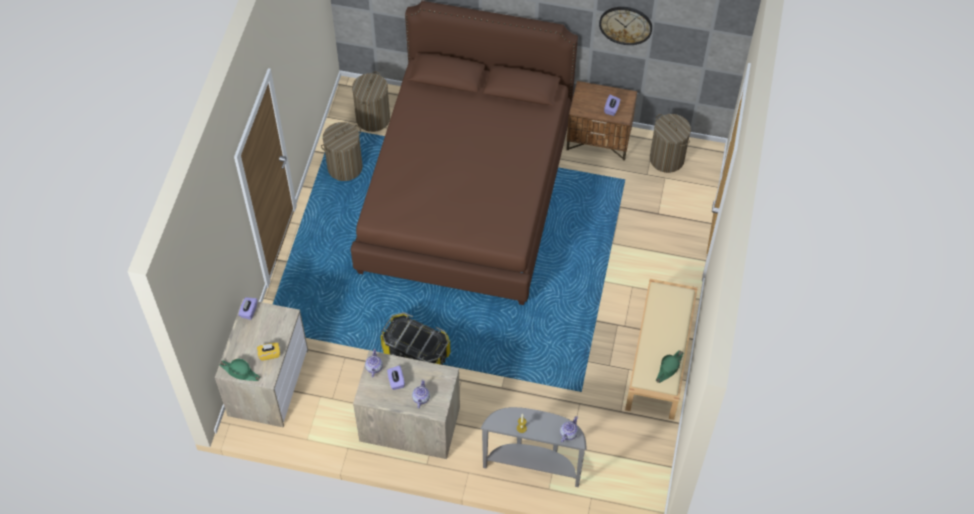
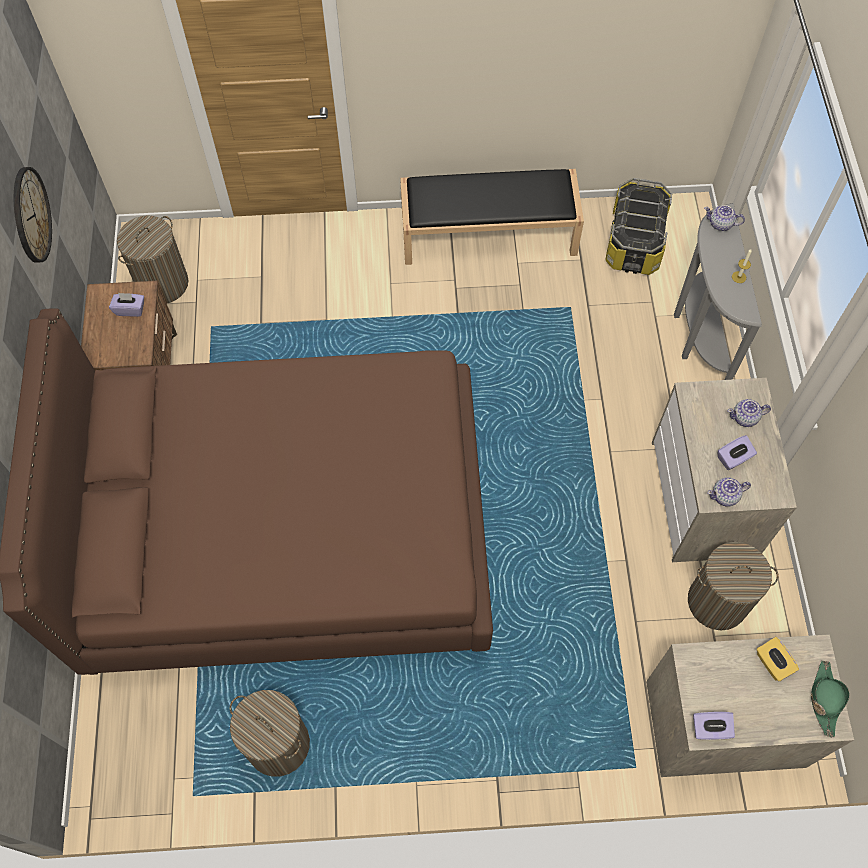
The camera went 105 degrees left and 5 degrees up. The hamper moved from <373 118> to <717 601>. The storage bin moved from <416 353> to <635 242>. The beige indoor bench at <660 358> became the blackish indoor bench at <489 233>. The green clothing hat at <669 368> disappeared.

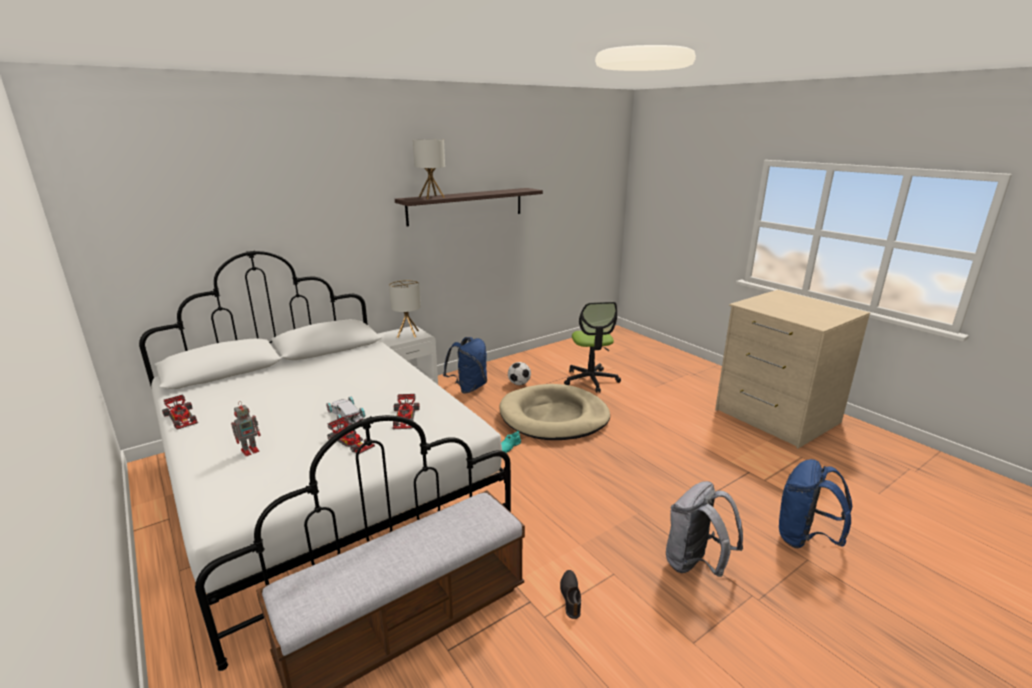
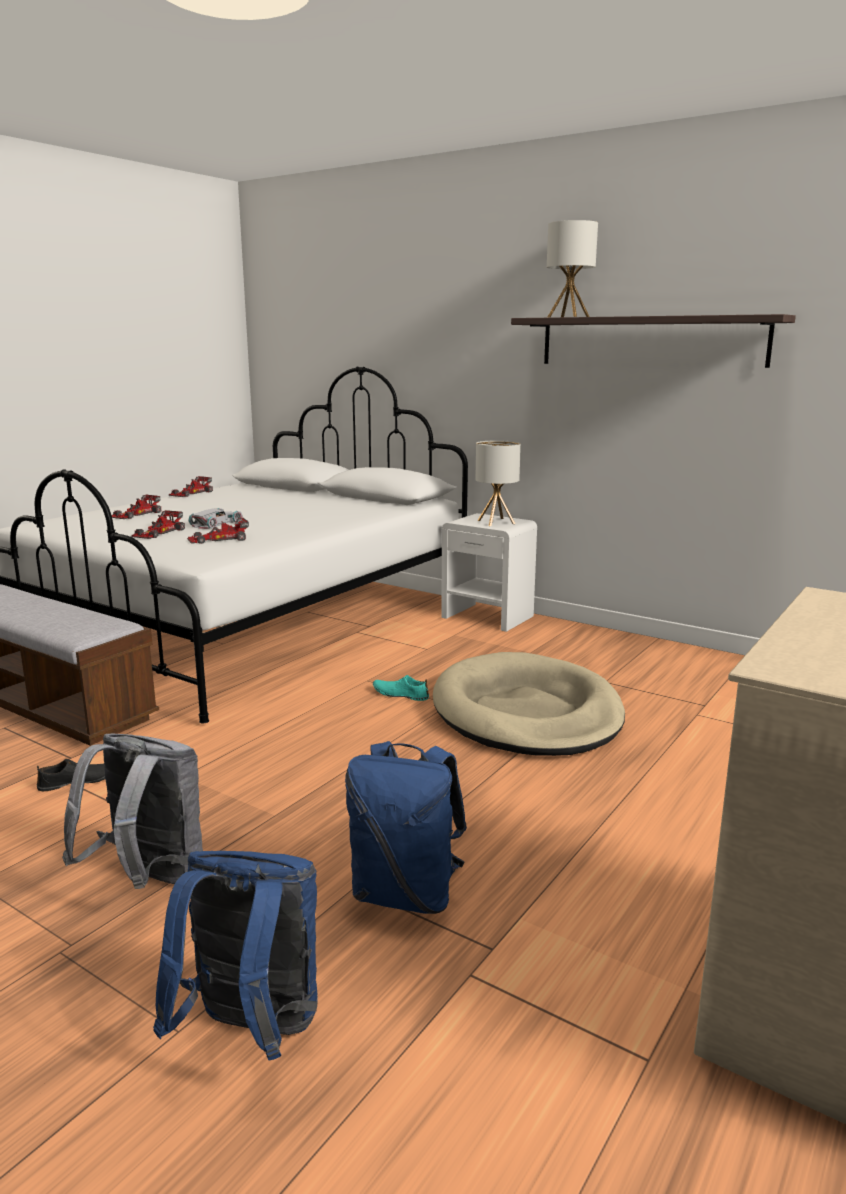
The camera went 70 degrees right and 5 degrees down. The toy robot at <251 450> was replaced by the model car at <136 514>. The blue rucksack moved from <469 387> to <406 894>. The football at <519 384> disappeared. The desk chair at <591 380> disappeared.

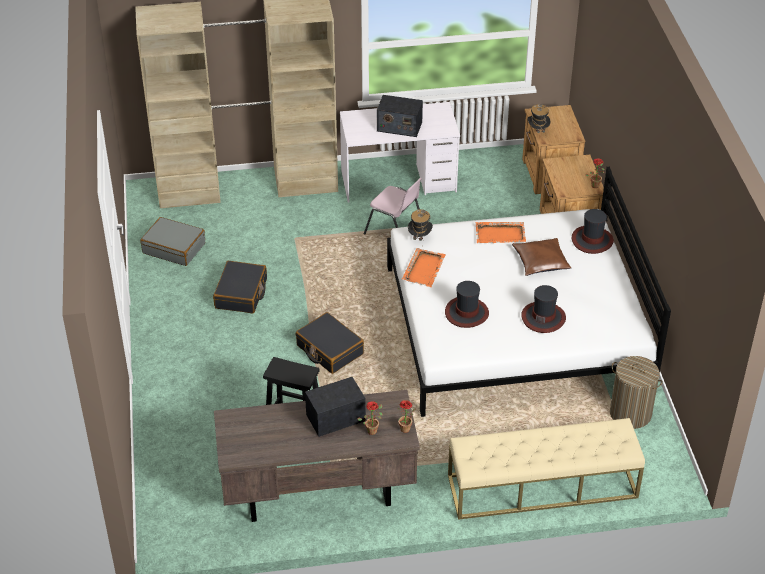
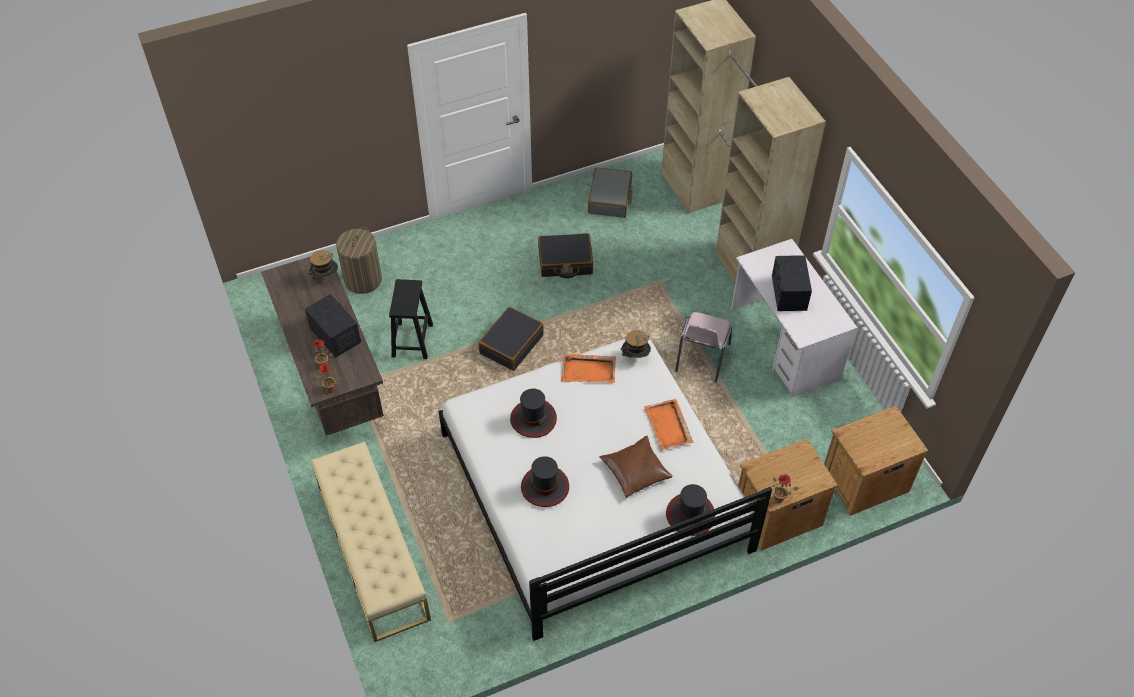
The camera went 75 degrees right and 10 degrees up. The clothing hat moved from <537 132> to <325 278>. The hamper moved from <630 413> to <363 280>.

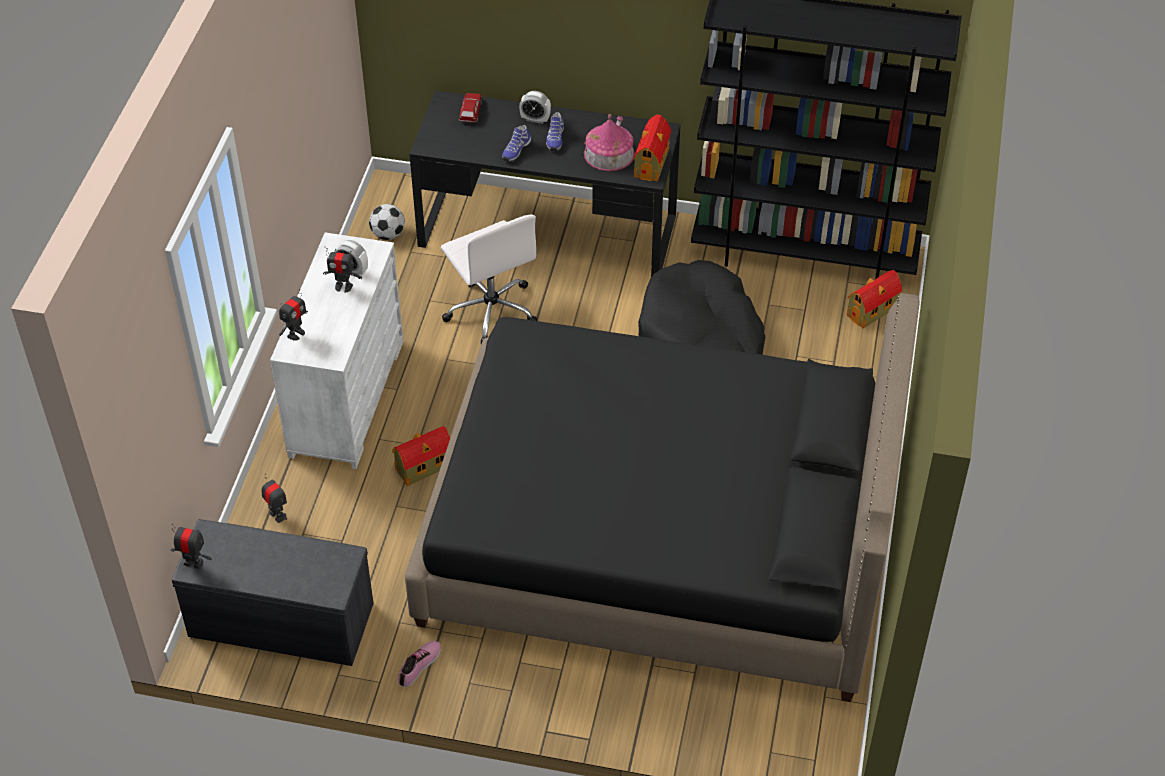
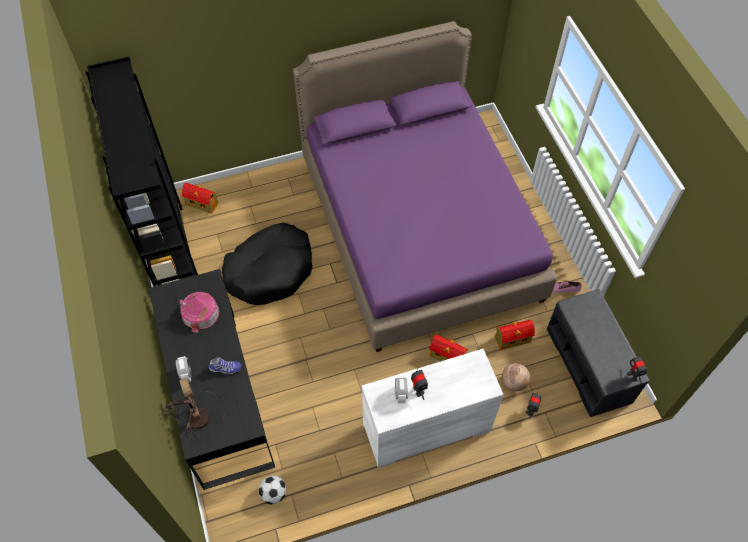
The camera went 120 degrees left and 10 degrees up. The toy robot at <296 334> disappeared. The blackish bedroom bed at <659 539> became the purple-coloured bedroom bed at <418 228>. The white desk chair at <491 310> disappeared. The model car at <470 112> was replaced by the tabletop lamp at <198 420>. The item of footwear at <554 139> disappeared. The miniature house moved from <652 162> to <511 339>. The basketball ball at <513 382> appeared.

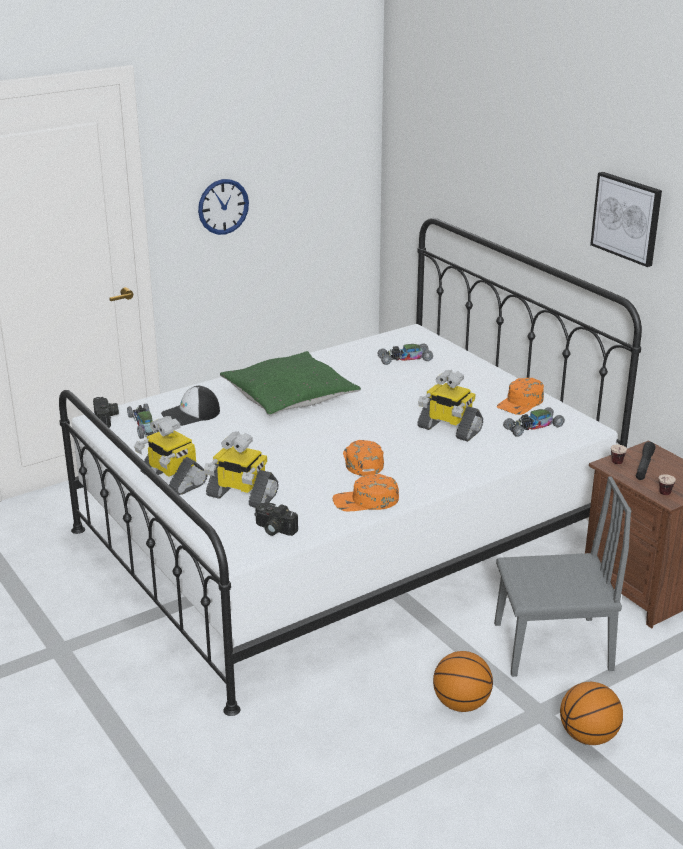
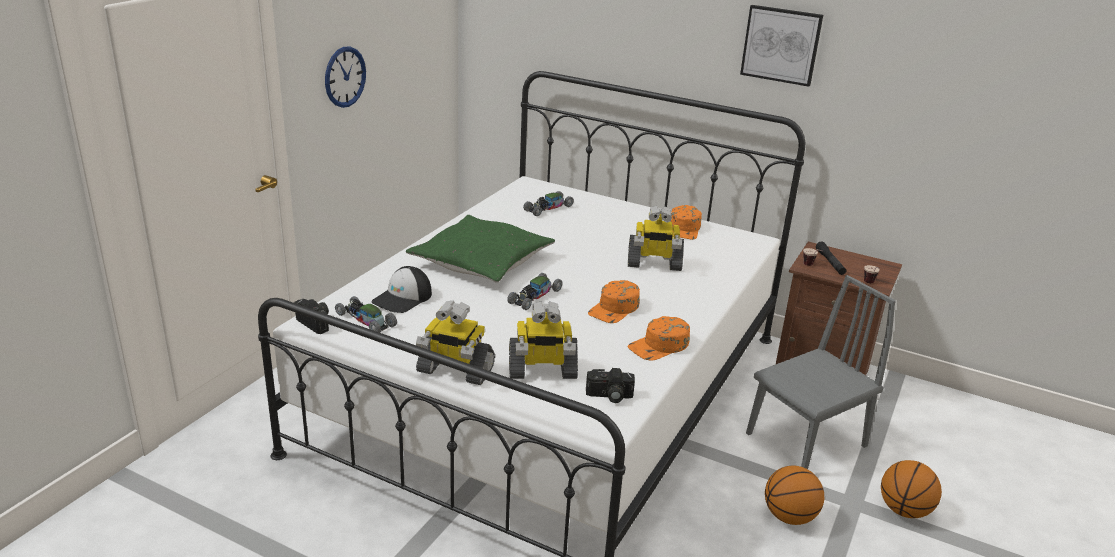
The camera went 30 degrees left and 0 degrees up. The orange-coloured cap at <362 461> turned 105 degrees counterclockwise. The model car moved from <533 427> to <534 296>.

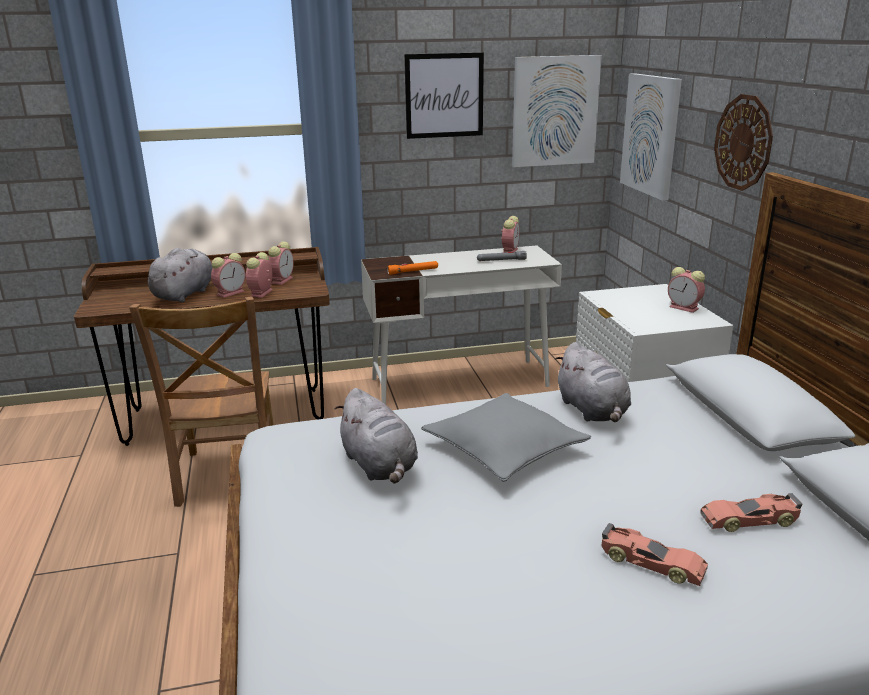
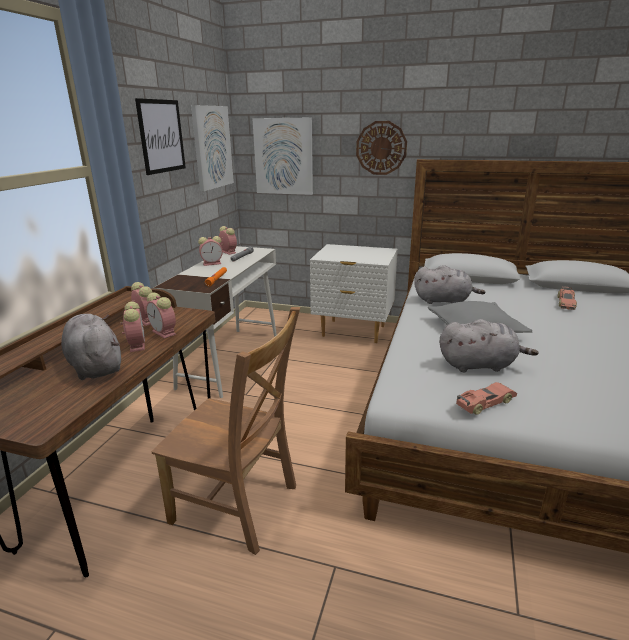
The camera went 60 degrees left and 0 degrees up. The model car moved from <651 563> to <485 403>. The alarm clock moved from <685 308> to <212 263>.

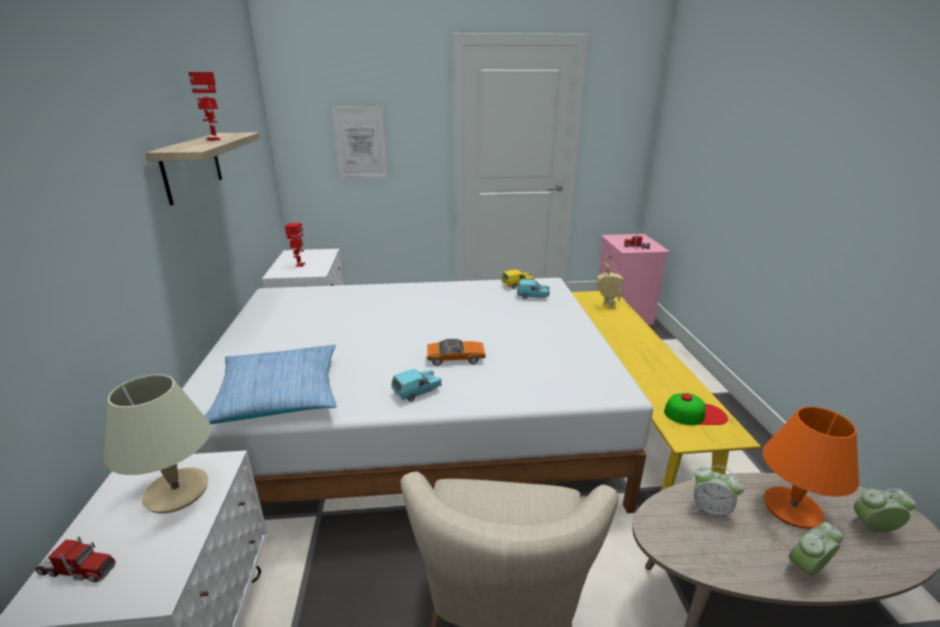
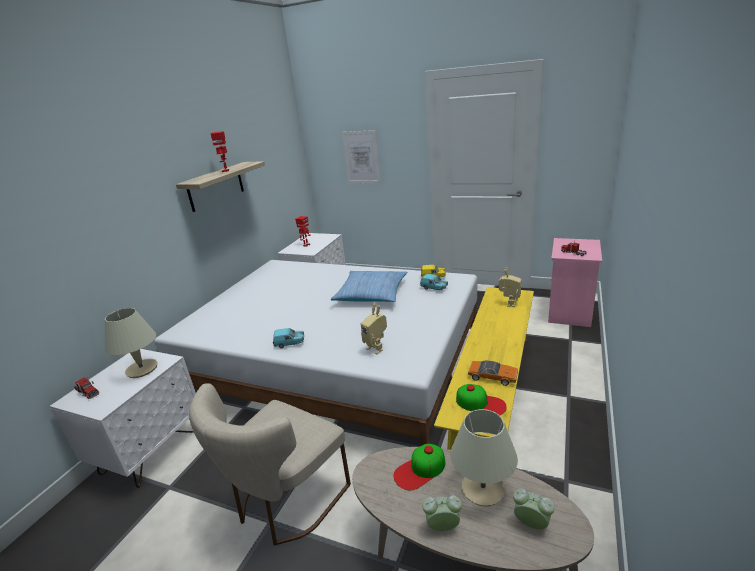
The camera went 30 degrees right and 0 degrees up. The cushion moved from <278 395> to <371 294>. The model car moved from <456 358> to <492 377>. The alarm clock at <710 510> was replaced by the cap at <420 470>. The orange-coloured tabletop lamp at <791 508> became the beige tabletop lamp at <483 489>. The toy robot at <376 348> appeared.

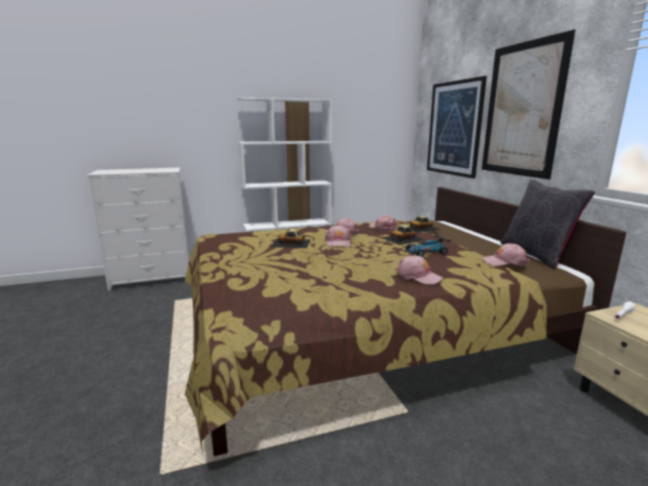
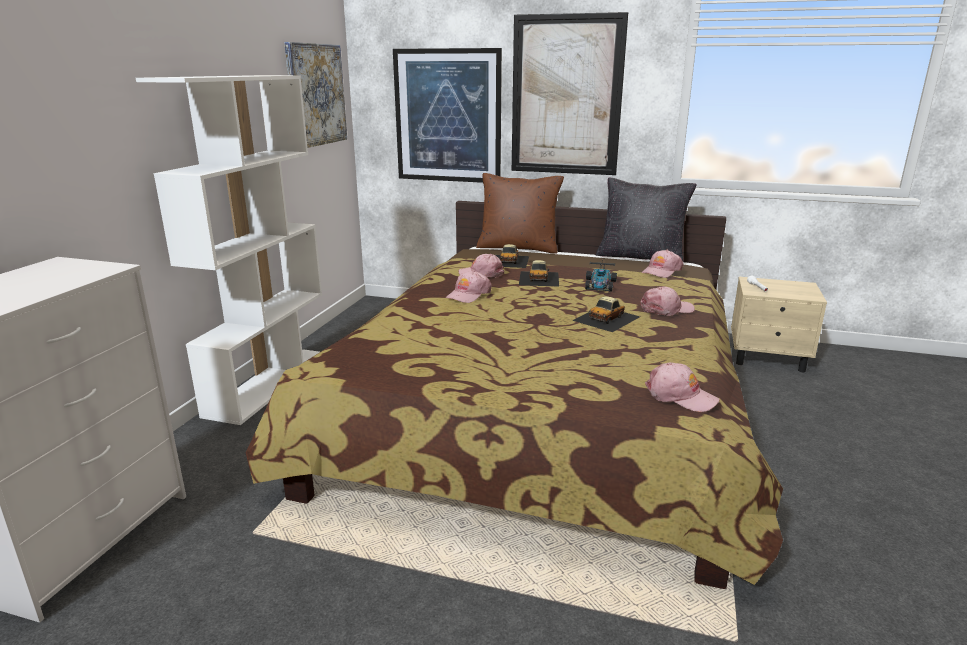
The camera went 55 degrees left and 5 degrees up. The model car moved from <291 243> to <607 318>. The pink cap moved from <338 242> to <680 396>. The picture at <316 95> appeared. The brownish cushion at <518 247> appeared.

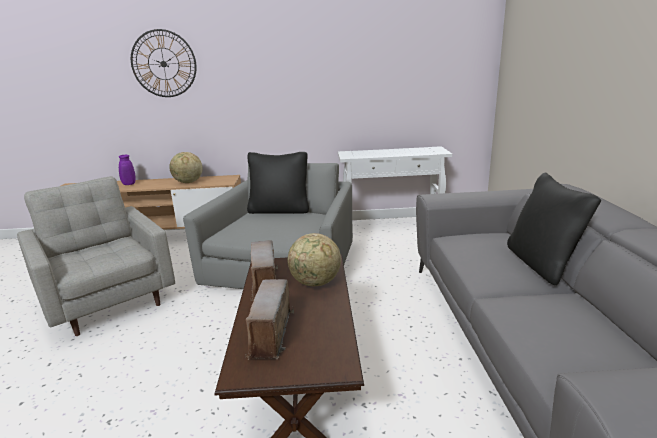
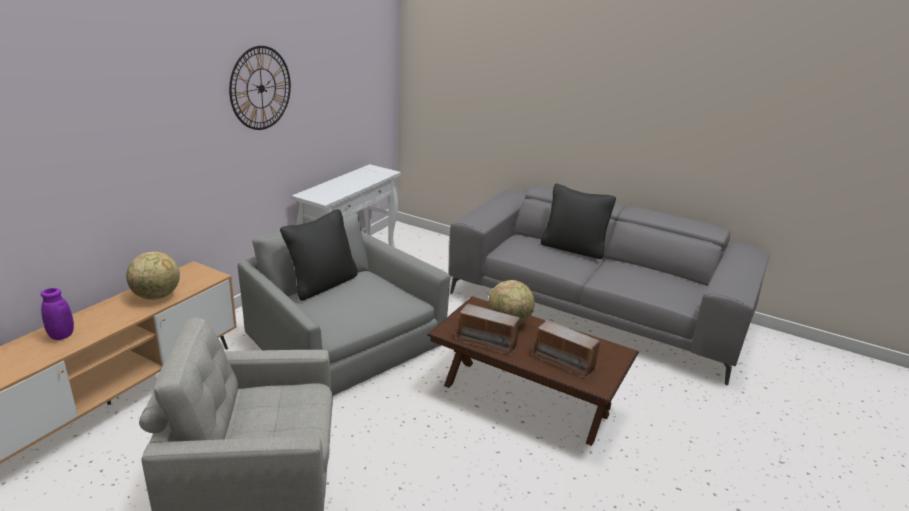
The camera went 60 degrees left and 5 degrees up. The wall clock moved from <163 64> to <261 88>.

